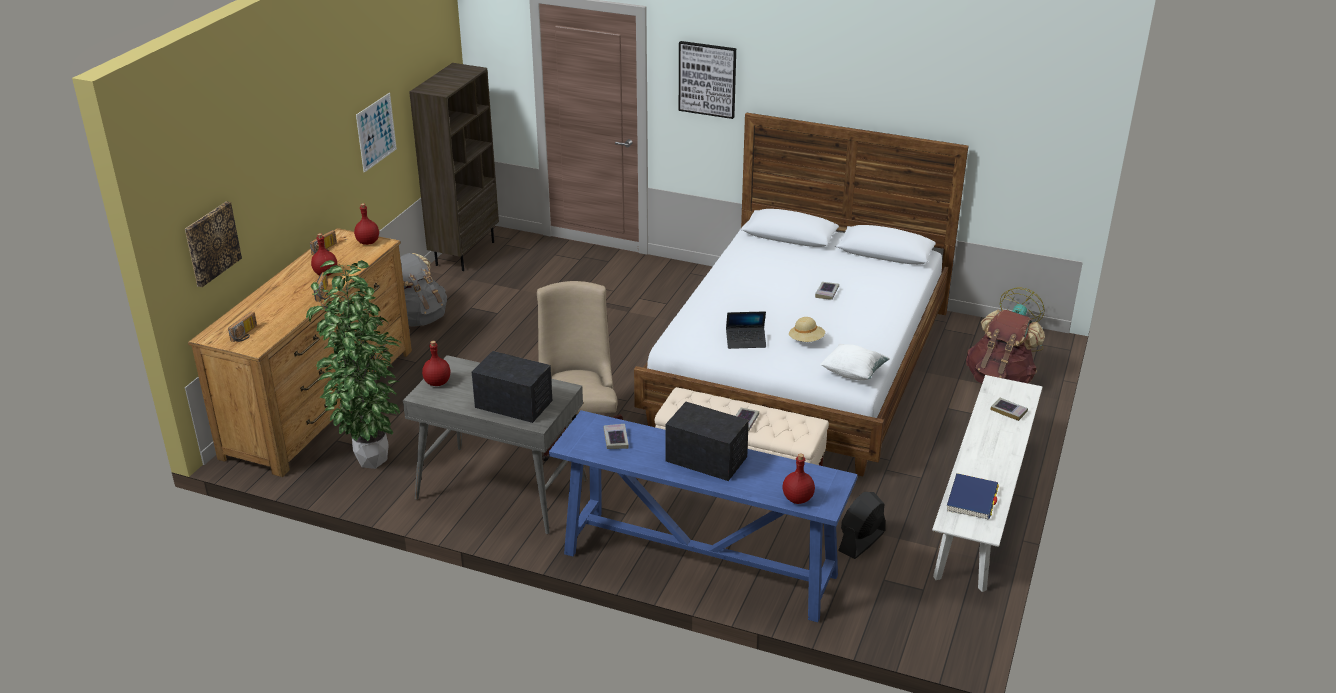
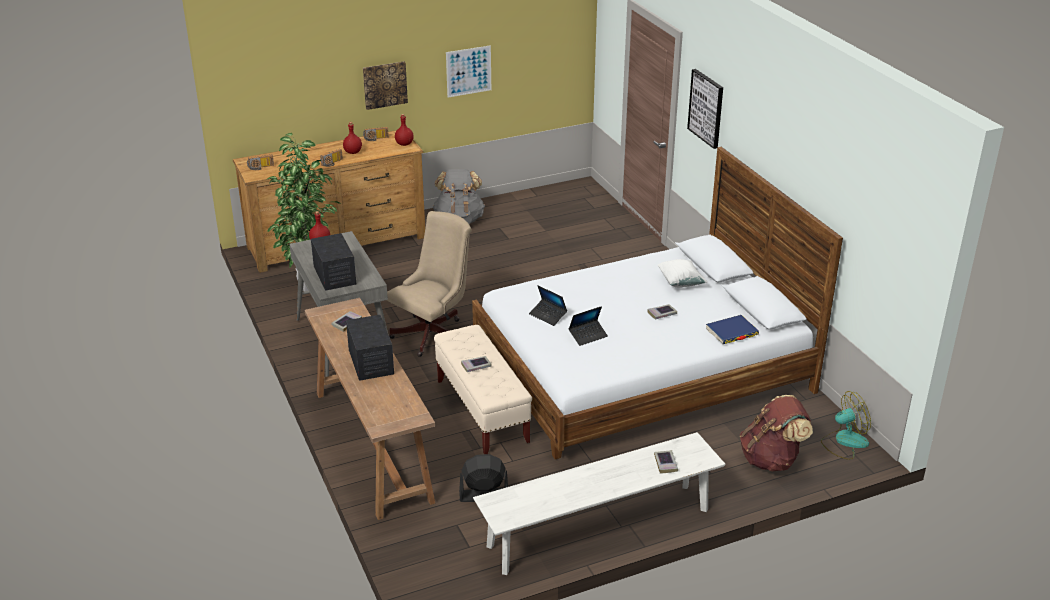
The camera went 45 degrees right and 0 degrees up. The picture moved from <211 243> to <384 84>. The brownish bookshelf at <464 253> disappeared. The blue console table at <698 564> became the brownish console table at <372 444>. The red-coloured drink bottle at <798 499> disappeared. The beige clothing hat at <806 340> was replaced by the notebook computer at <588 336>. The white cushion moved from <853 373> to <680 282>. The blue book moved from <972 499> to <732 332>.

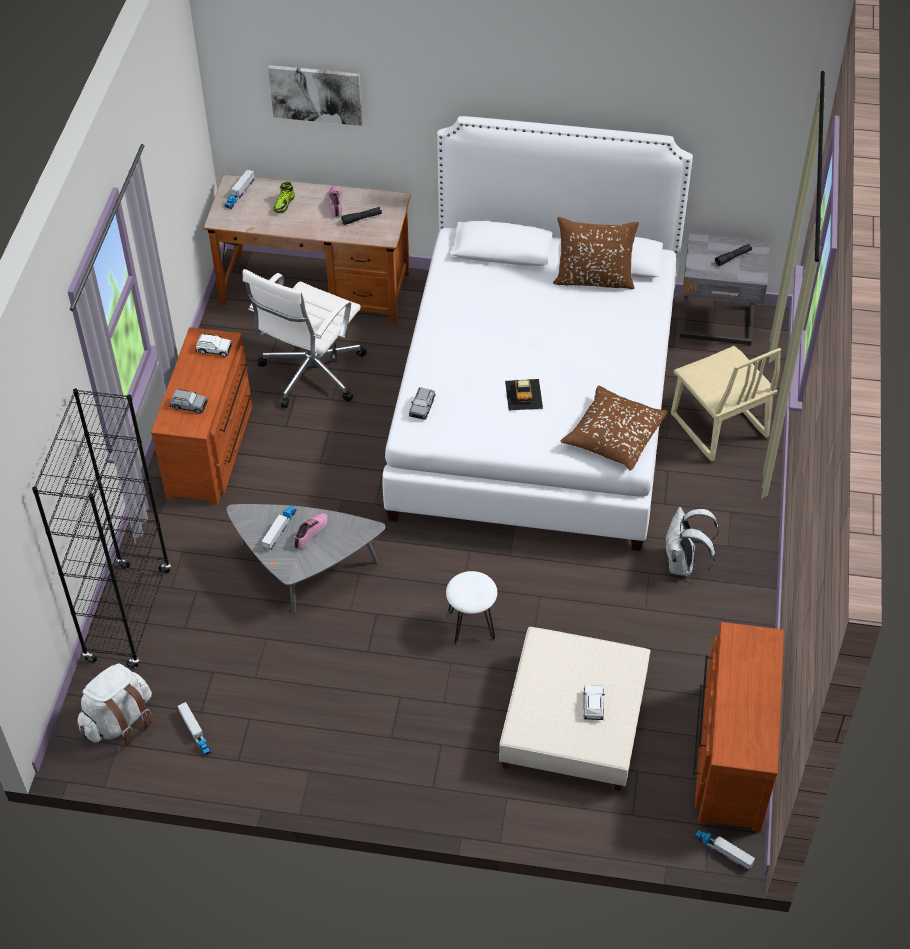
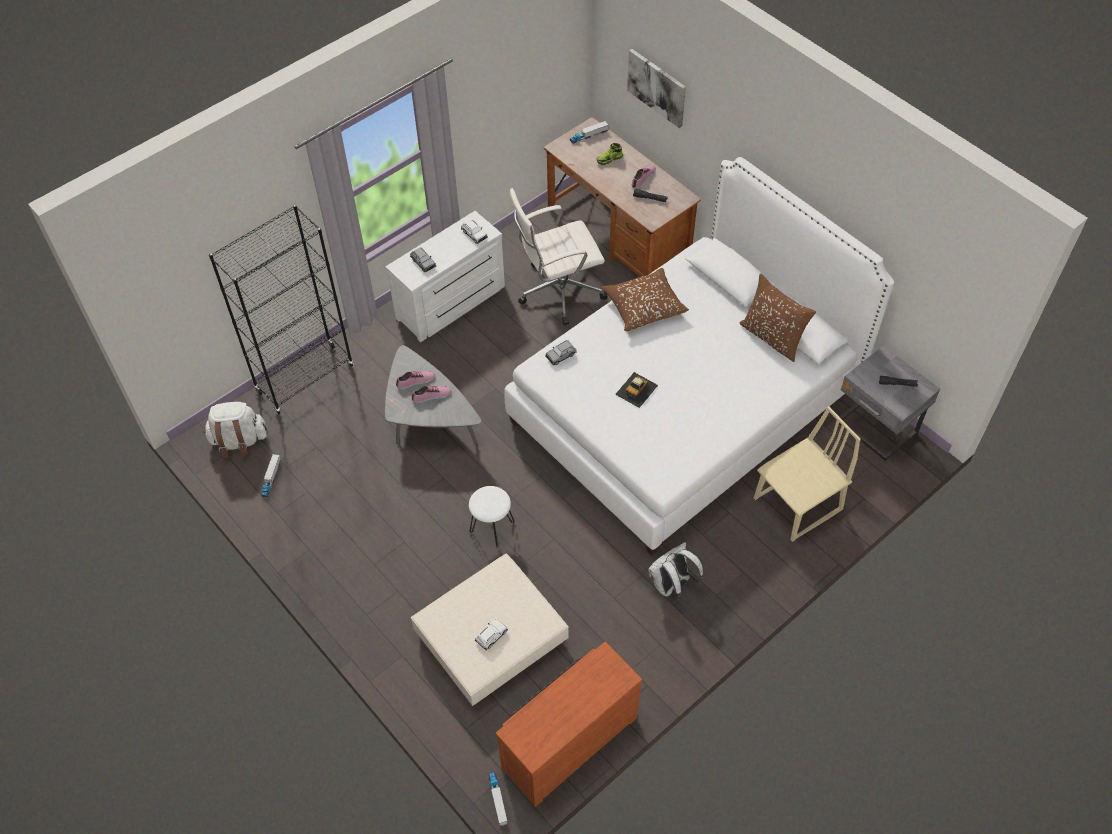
The camera went 40 degrees right and 5 degrees up. The brownish chest of drawers at <213 449> became the white chest of drawers at <452 303>. The toy truck at <279 530> was replaced by the item of footwear at <416 381>. The brownish cushion moved from <613 436> to <644 306>. The beige plain chair at <718 426> turned 135 degrees counterclockwise.

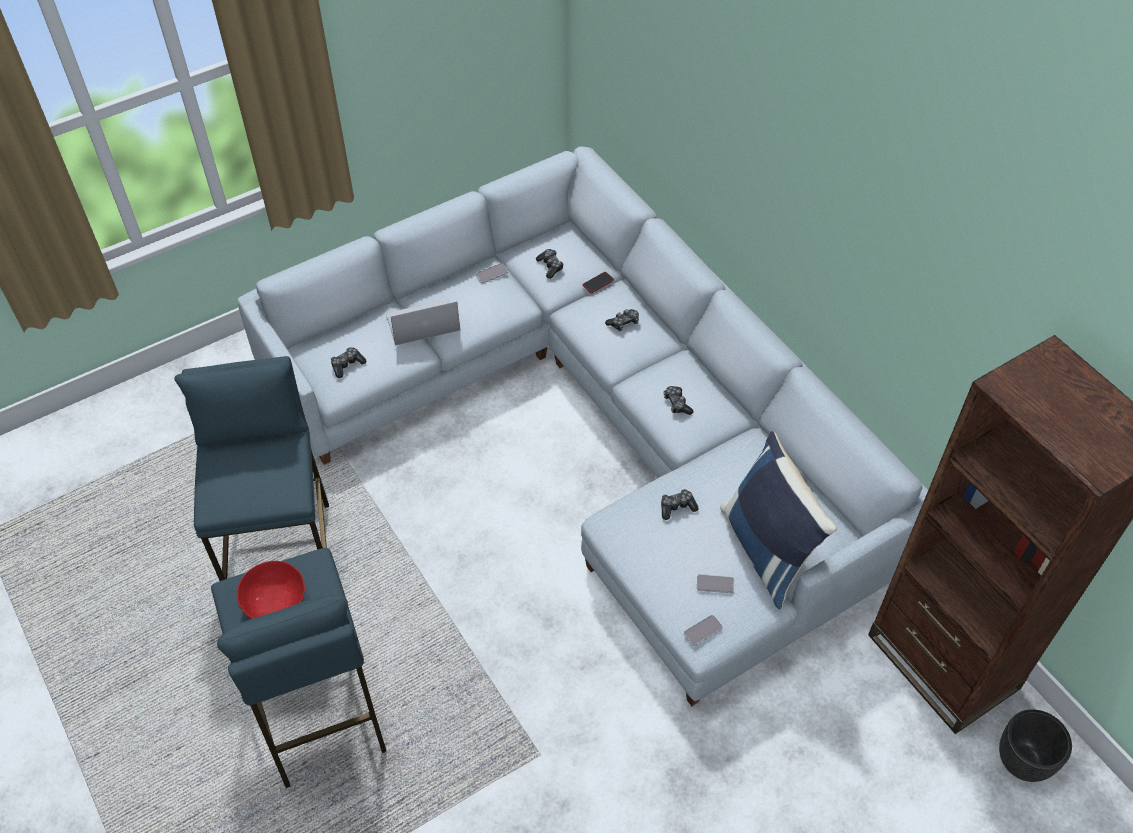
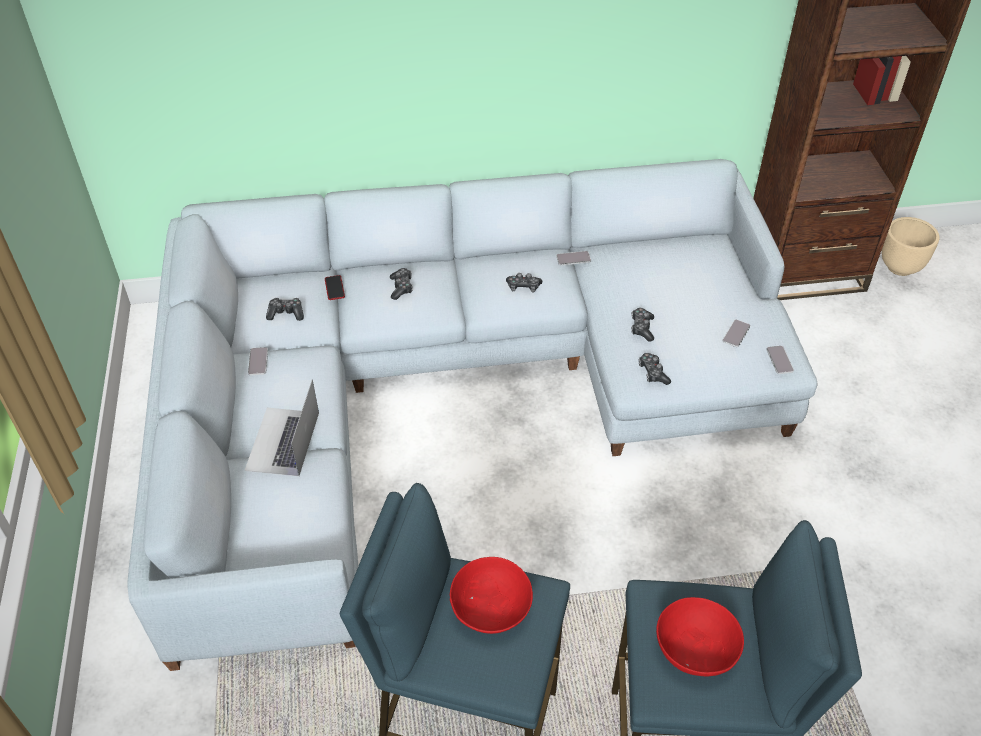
The camera went 65 degrees left and 5 degrees down. The joypad moved from <347 365> to <653 373>. The blue cushion at <768 550> disappeared. The blackish planter at <1023 762> became the beige planter at <900 267>. The red-coloured deep dish at <491 609> appeared. The handset at <573 259> appeared.

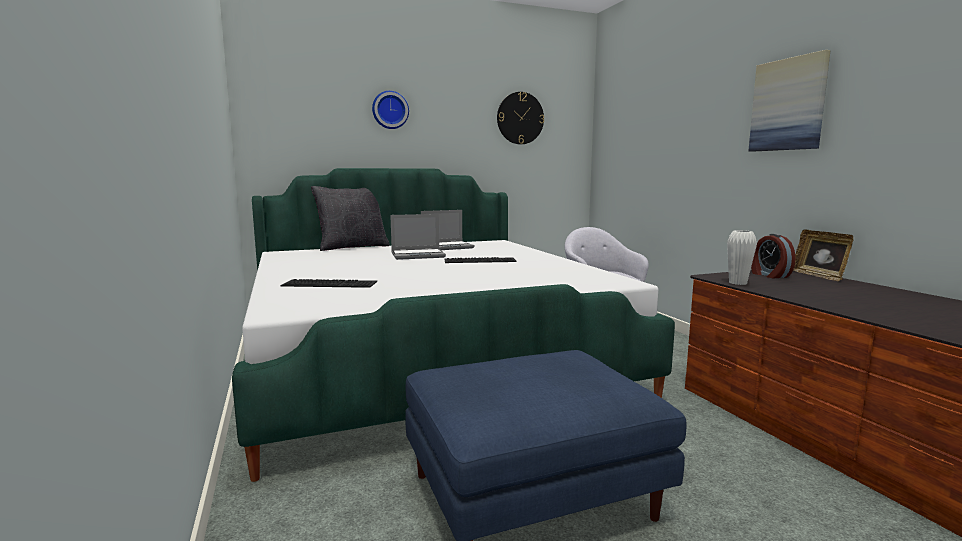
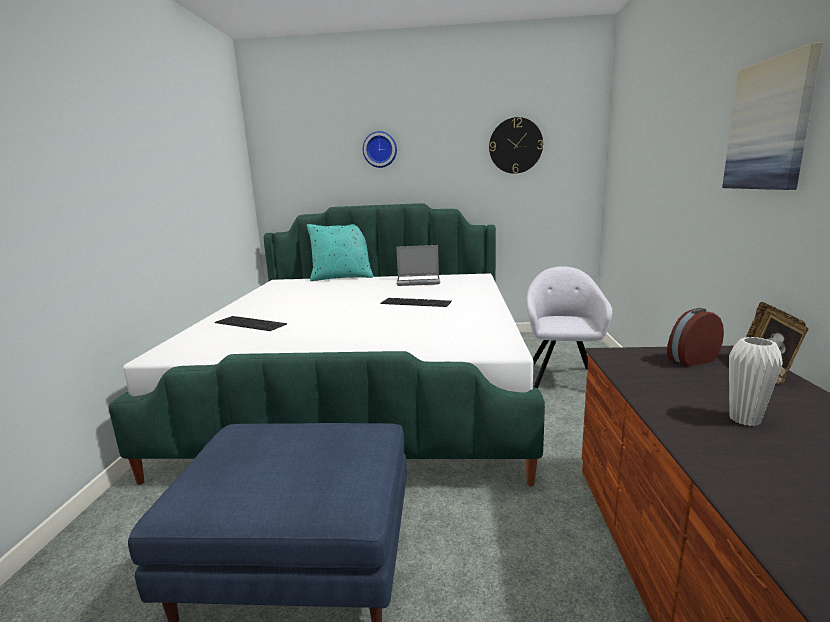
The camera went 25 degrees right and 5 degrees up. The blackish cushion at <352 247> became the turquoise cushion at <342 277>. The notebook computer at <418 255> disappeared. The white flower vase moved from <738 283> to <744 419>. The alarm clock at <769 275> turned 60 degrees clockwise.

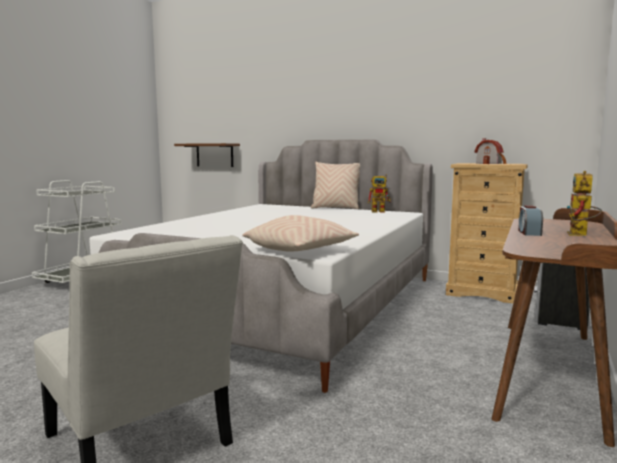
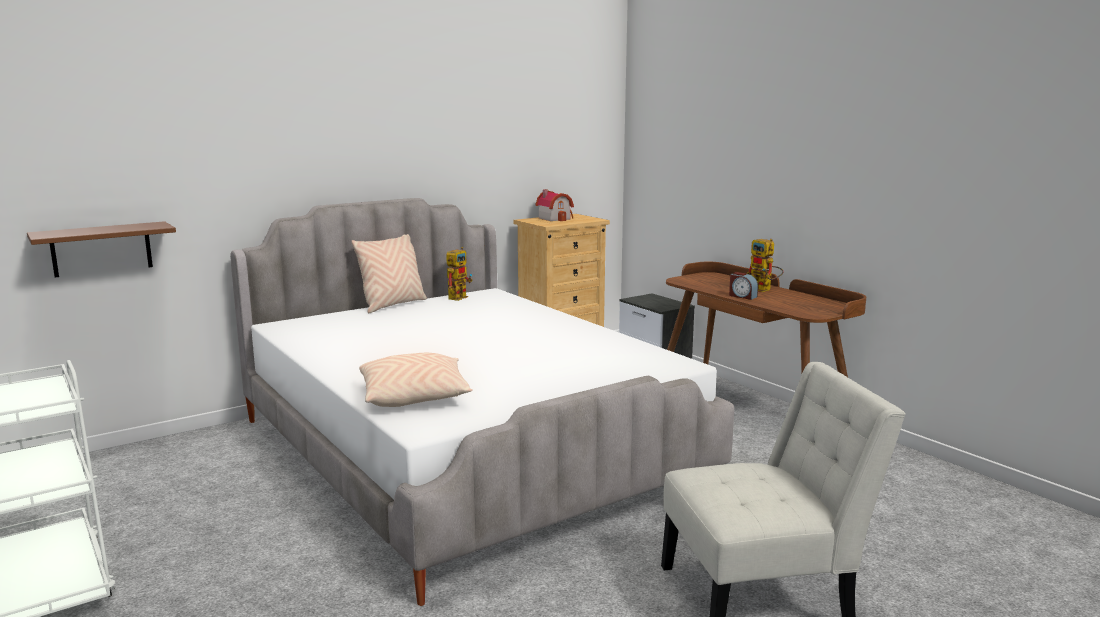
The camera went 60 degrees left and 5 degrees up. The beige cushion moved from <300 251> to <415 397>.

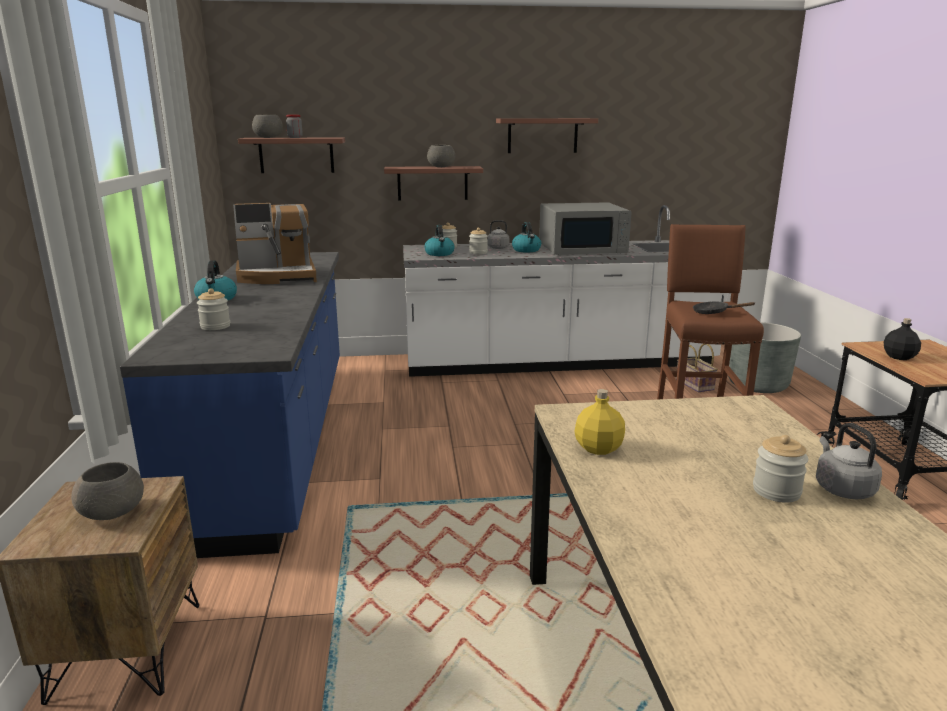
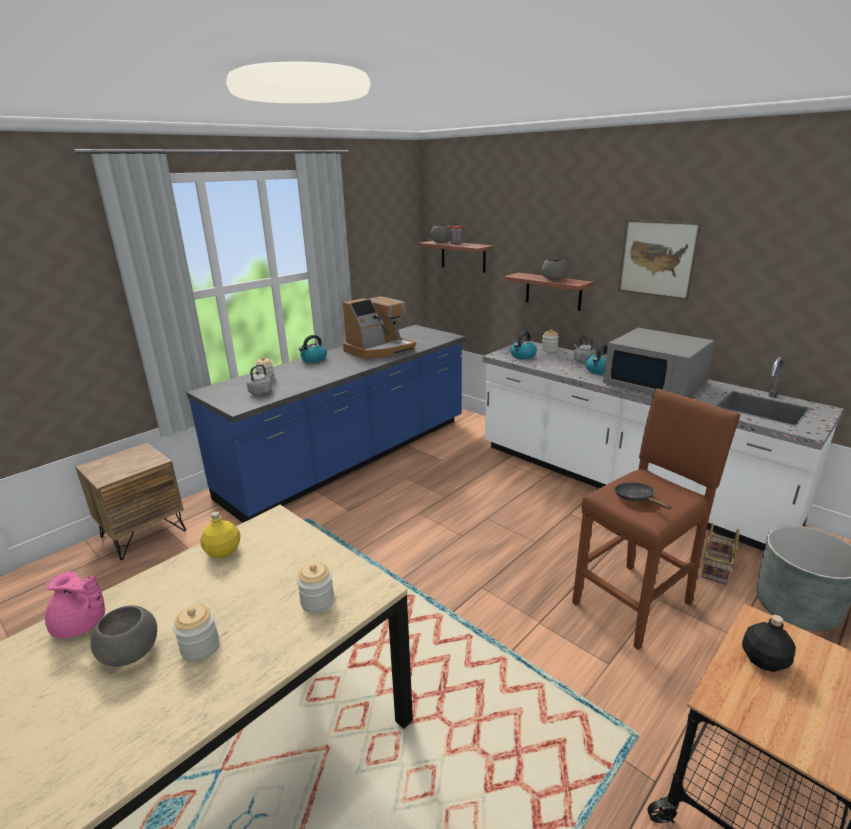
The camera went 50 degrees right and 5 degrees up. The gray deep dish moved from <113 512> to <130 653>. The coffee machine at <278 276> turned 75 degrees counterclockwise. The storage jar moved from <478 252> to <317 601>. The shelf at <542 135> was replaced by the picture at <657 259>. The gray kettle moved from <842 488> to <261 392>. The pink tea pot at <81 625> appeared.

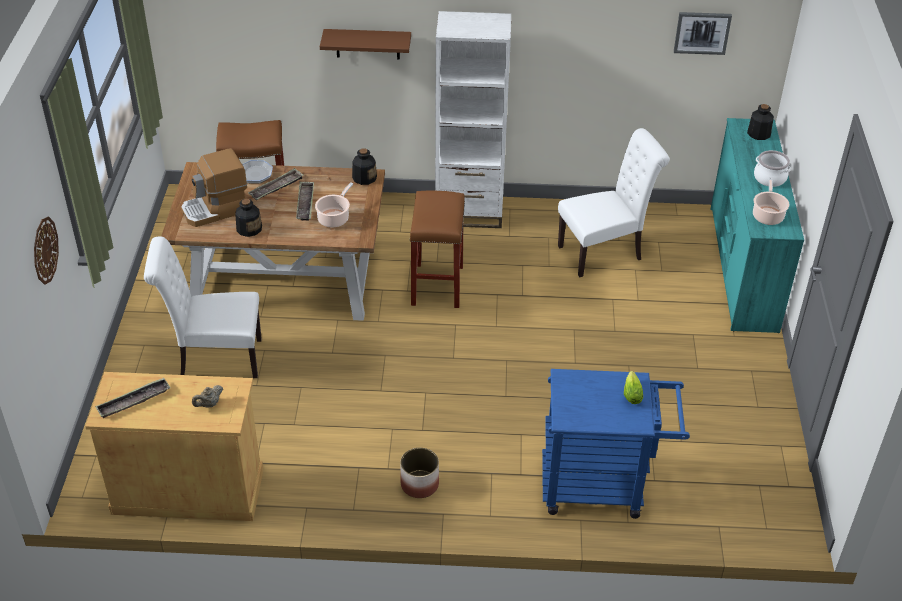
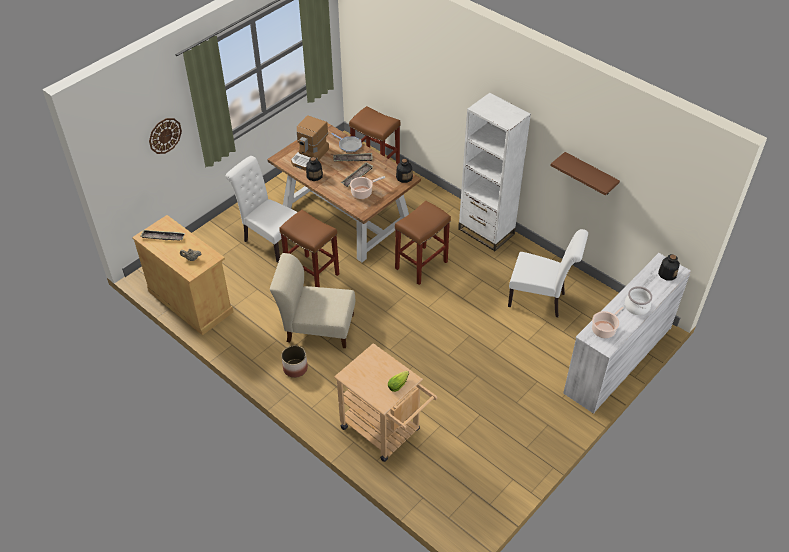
The camera went 40 degrees right and 5 degrees up. The coffee machine at <216 210> turned 75 degrees counterclockwise. The brownish shelf moved from <367 44> to <590 174>. The blue cart at <602 486> became the beige cart at <385 432>. The picture at <702 32> disappeared. The turquoise chest of drawers at <742 268> became the white chest of drawers at <617 360>. The beige plain chair at <317 327> appeared. The brownish stool at <311 273> appeared.

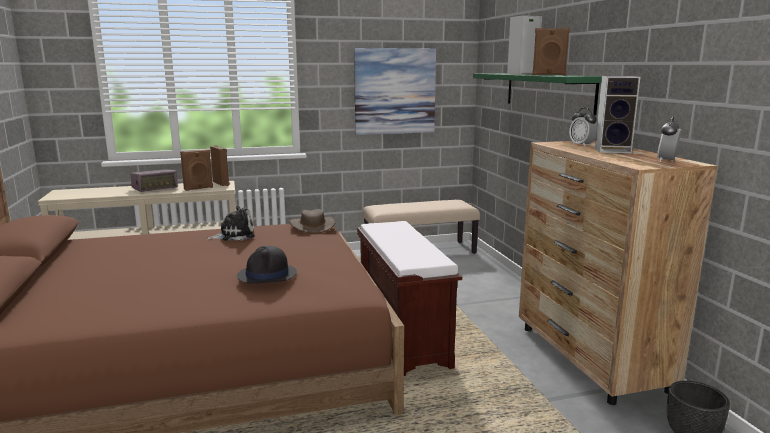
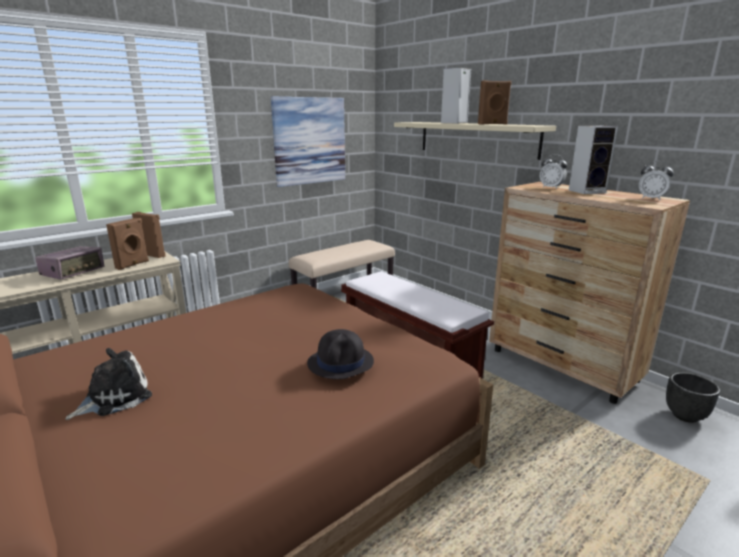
The camera went 25 degrees left and 5 degrees up. The plush toy moved from <234 235> to <114 397>. The brownish clothing hat at <312 226> disappeared. The green shelf at <548 91> became the beige shelf at <476 139>. The alarm clock at <666 161> turned 60 degrees counterclockwise.

